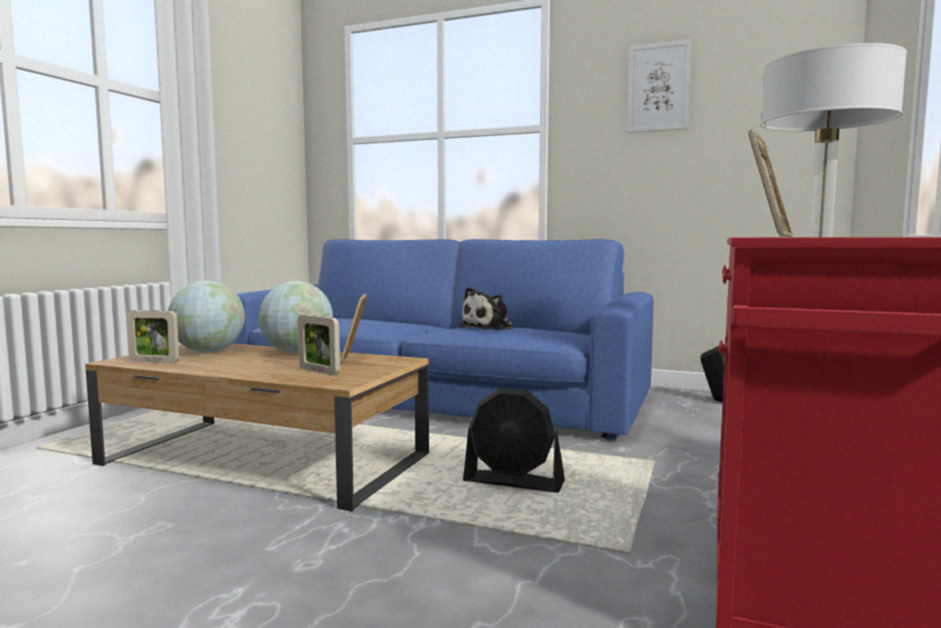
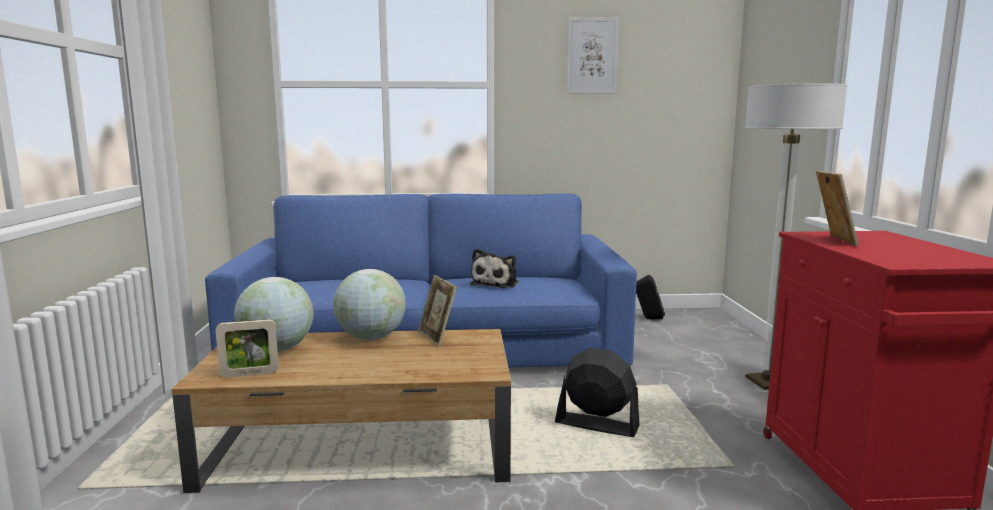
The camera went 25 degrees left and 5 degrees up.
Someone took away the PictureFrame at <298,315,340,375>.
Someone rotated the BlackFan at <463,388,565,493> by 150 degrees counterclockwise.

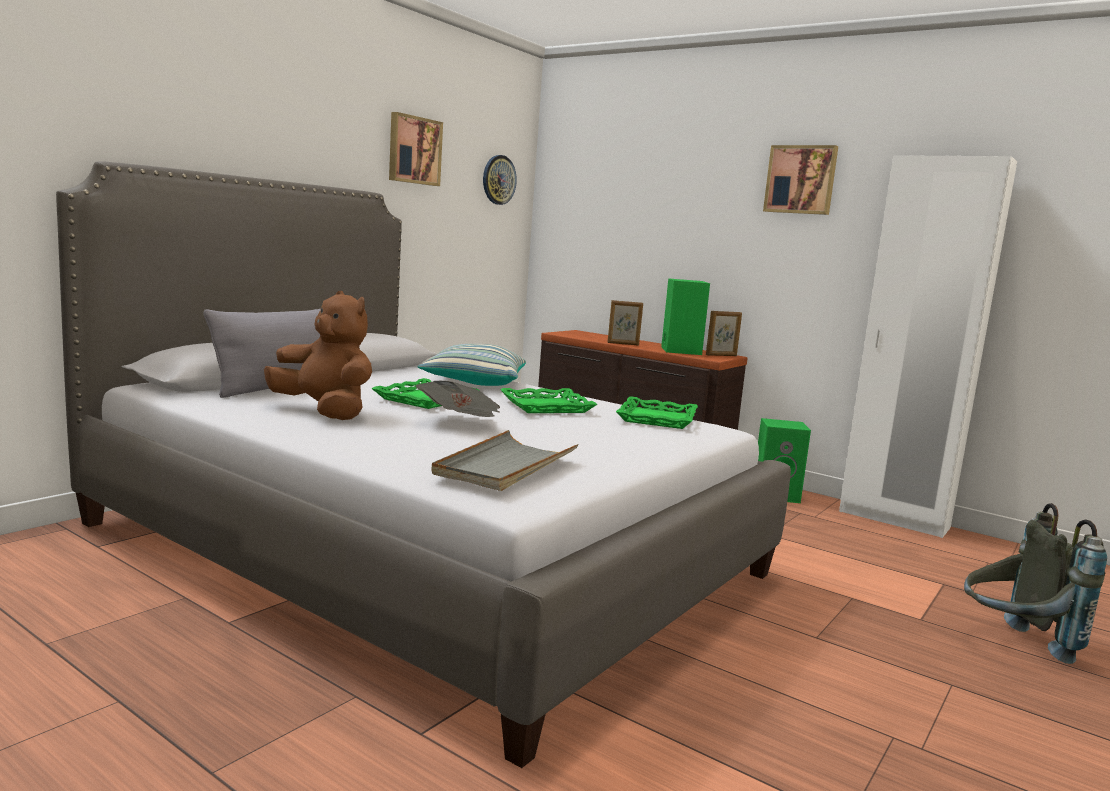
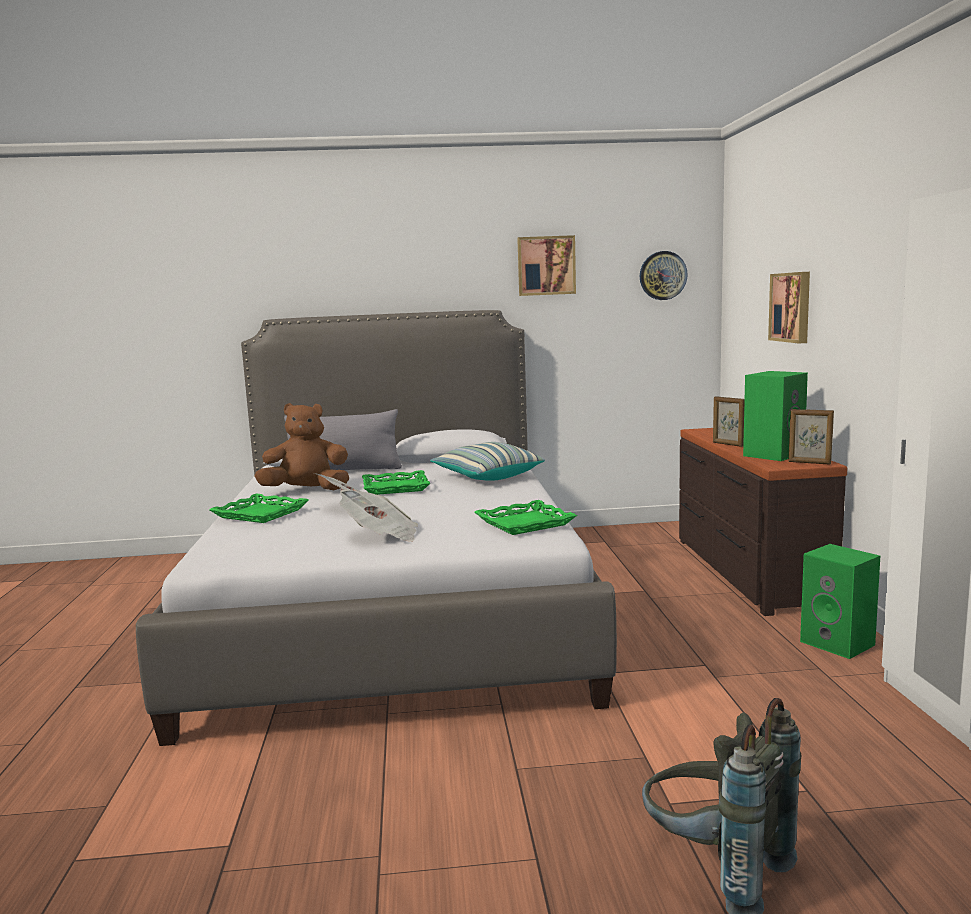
The camera went 50 degrees right and 0 degrees up.
Someone took away the GreyTray at <431,430,579,491>.
Someone put down the Newspaper at <340,490,418,542>.
Someone carried the GreenTray from <500,388,597,413> to <209,494,309,523>.
Someone carried the Picture from <763,145,838,215> to <768,272,810,343>.
Someone rotated the BrownPlushToy at <264,291,372,420> by 90 degrees counterclockwise.

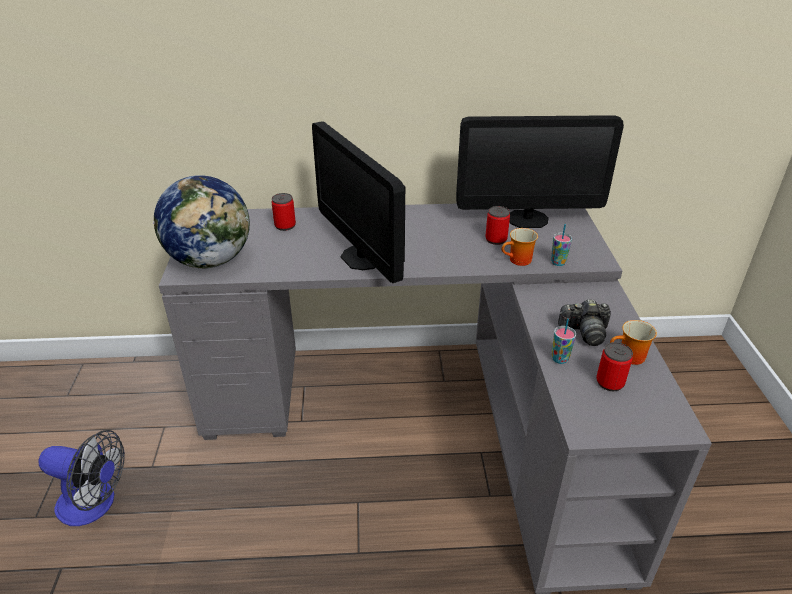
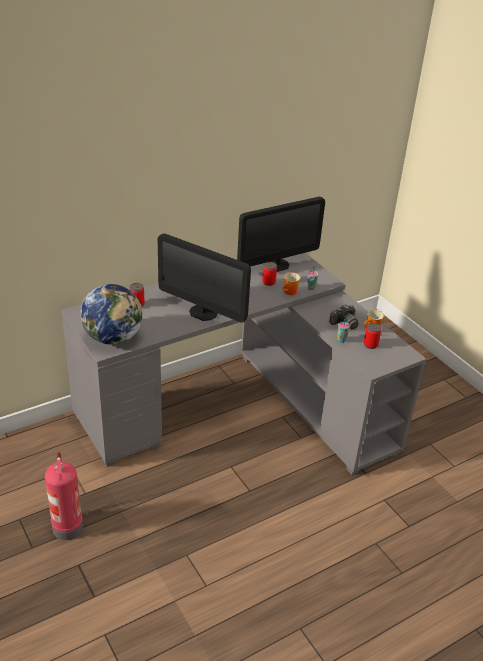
The camera went 30 degrees left and 0 degrees up.
Someone swapped the Fan at <38,430,125,526> for the FireExtinguisher at <45,452,83,540>.

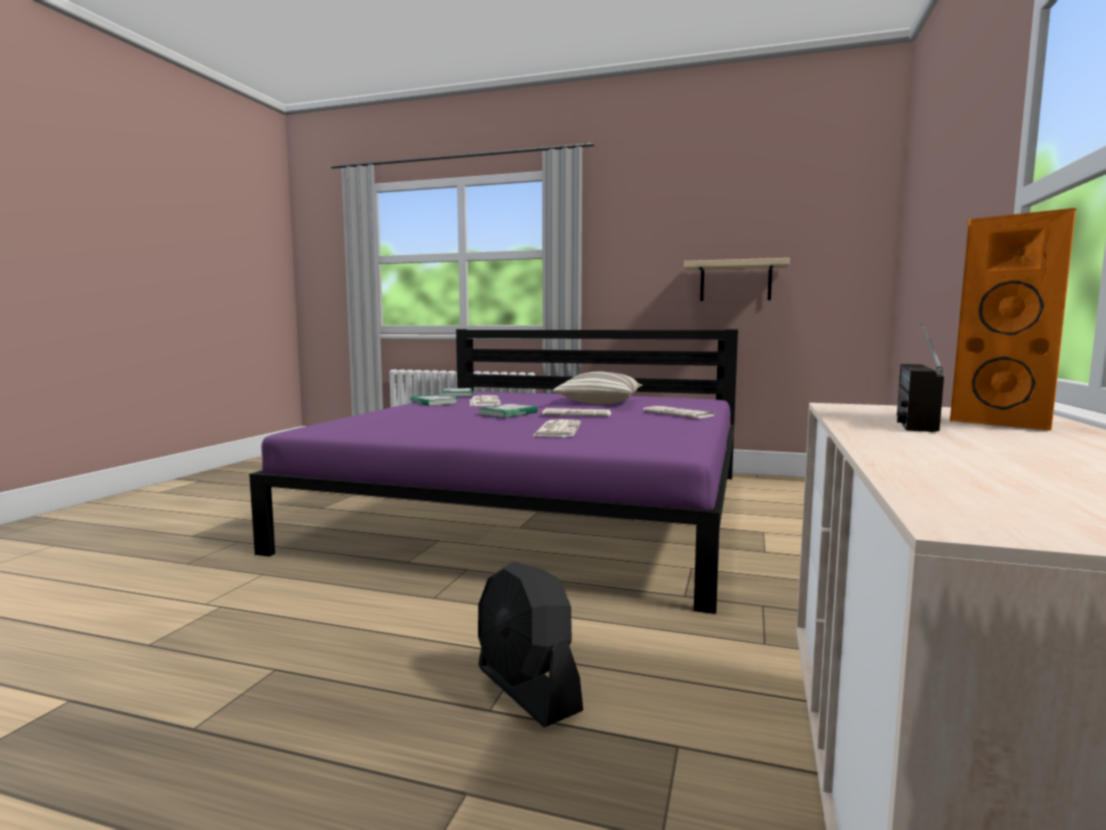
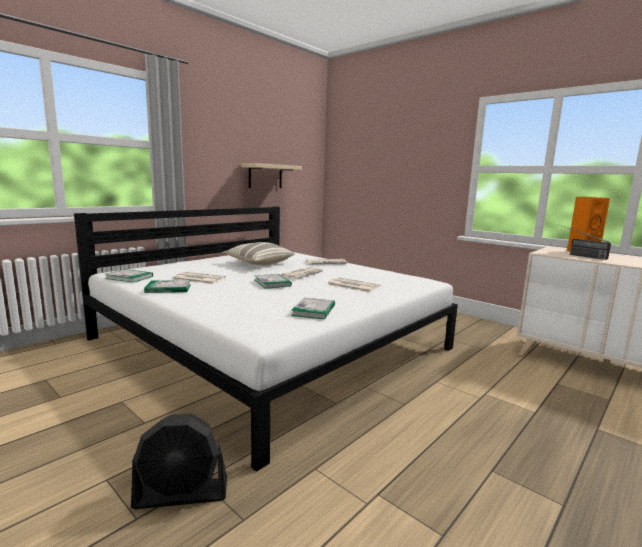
The camera went 65 degrees left and 5 degrees up.
Someone put down the Book at <291,298,335,320>.
Someone carried the BlackFan from <478,561,583,727> to <131,413,227,509>.
Someone repainted the PurpleBed at <249,329,738,614>, which became the WhiteBed at <74,207,458,472>.

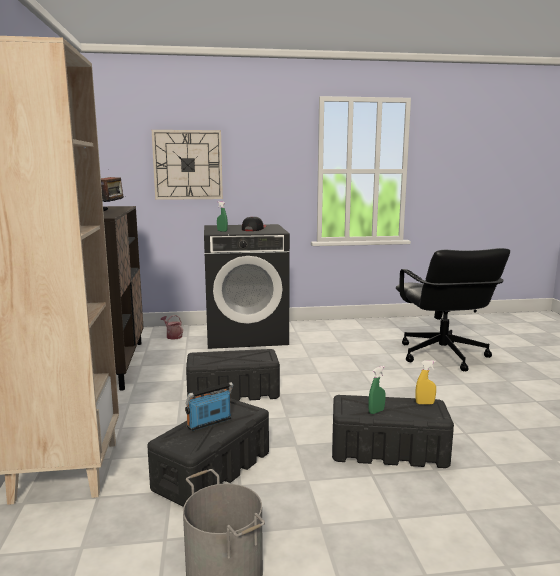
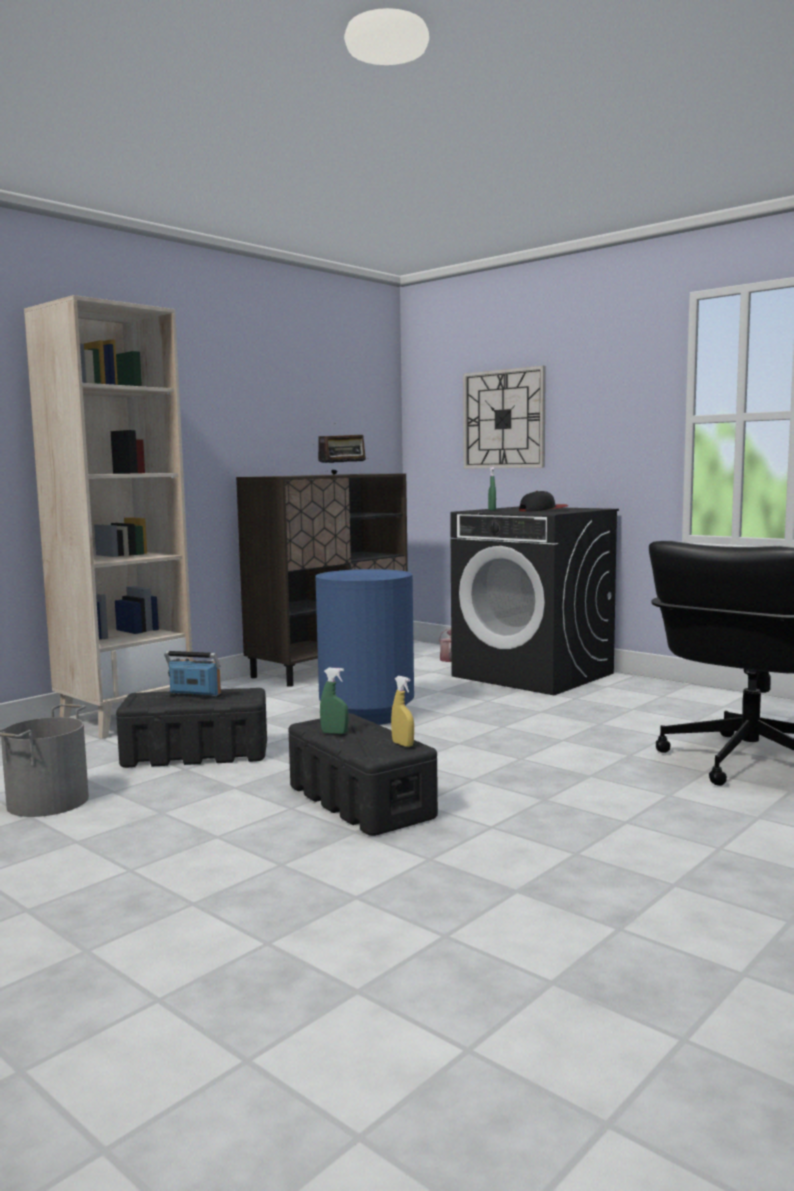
The camera went 50 degrees right and 5 degrees down.
Someone swapped the BlackStorageBox at <186,349,280,401> for the BlueTrashCan at <315,569,414,725>.

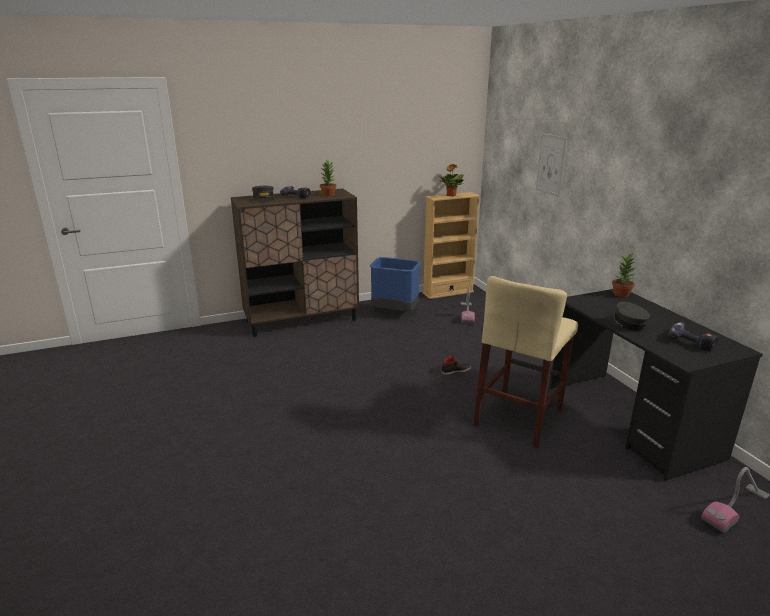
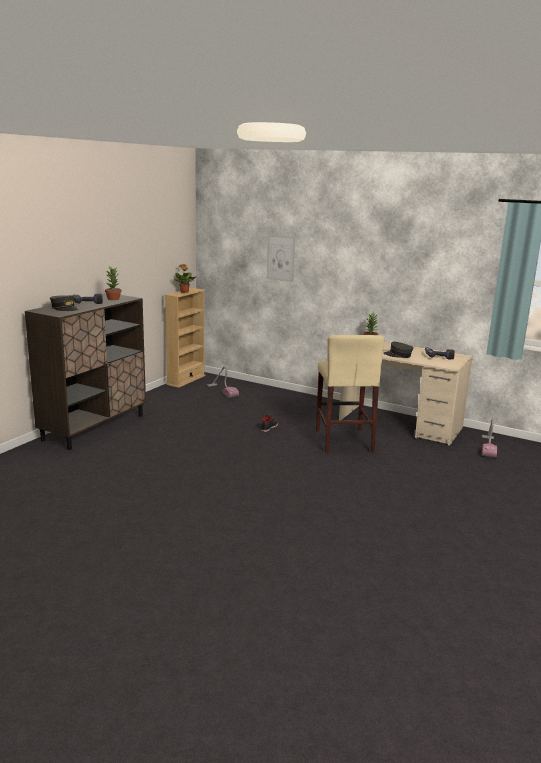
The camera went 40 degrees left and 5 degrees down.
Someone took away the BlueTrashCan at <370,257,421,311>.
Someone repainted the BlackDesk at <550,289,763,481>, which became the BeigeDesk at <339,342,473,446>.

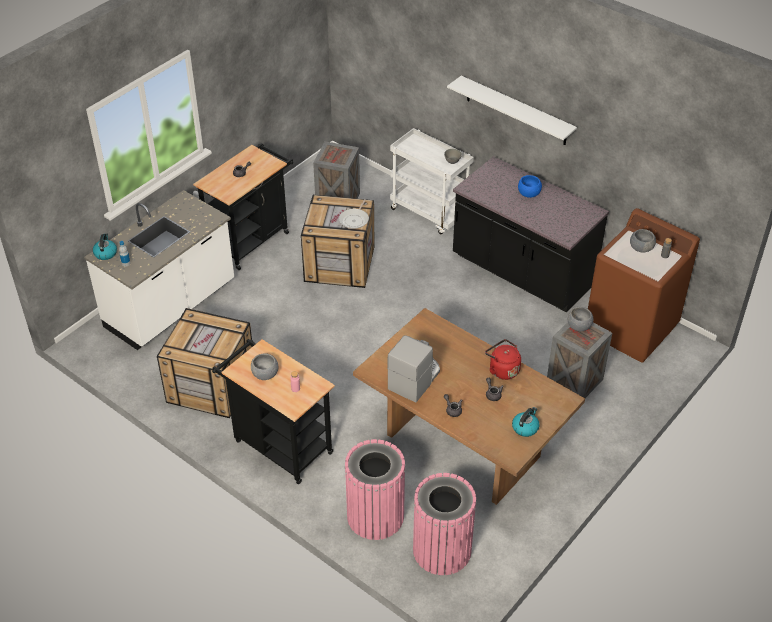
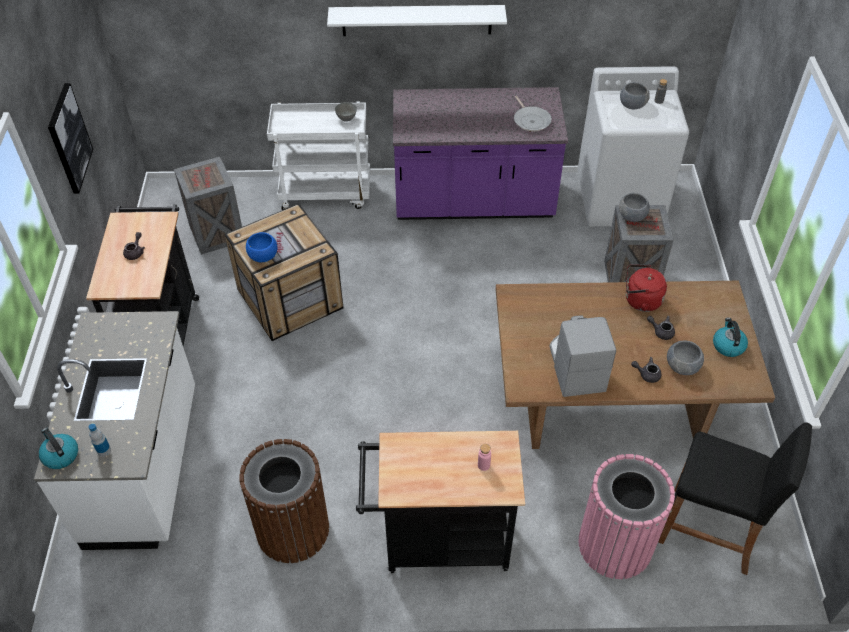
The camera went 40 degrees left and 5 degrees up.
Someone put up the Picture at <48,83,93,193>.
Someone carried the GreyBowl from <251,353,278,380> to <667,341,704,375>.
Someone carried the FryingPan from <339,199,369,229> to <514,96,552,132>.
Someone carried the BlueBowl from <518,175,542,198> to <246,232,277,262>.
Someone swapped the Crate at <157,308,252,418> for the BrownTrashCan at <239,439,329,563>.
Someone swapped the PinkTrashCan at <413,473,477,575> for the BlackStool at <658,422,812,575>.
Someone repainted the BlackCounter at <453,156,609,312>, which became the PurpleCounter at <393,87,568,220>.
Someone repainted the BrownWashingMachine at <588,208,700,363>, which became the WhiteWashingMachine at <577,66,689,226>.

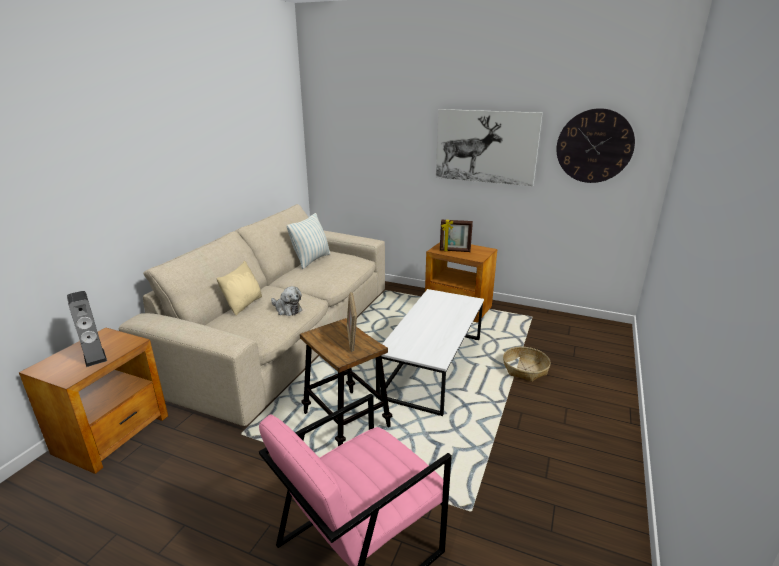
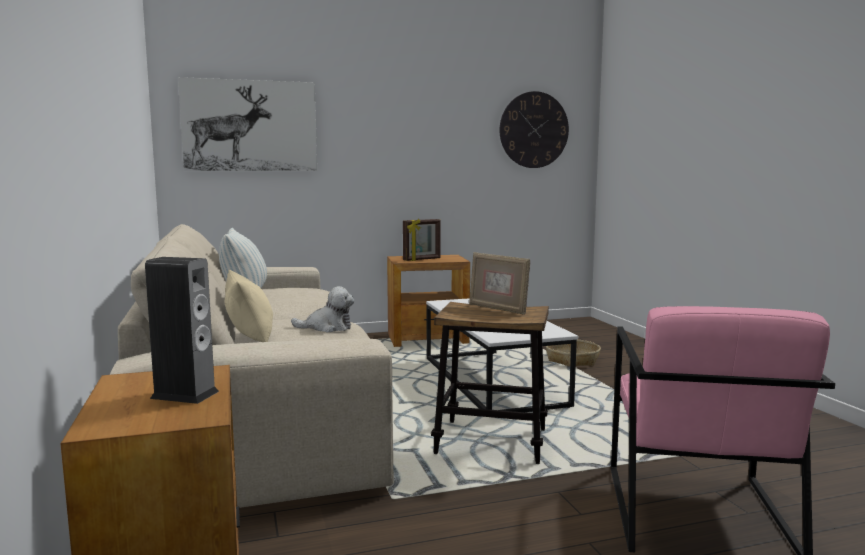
The camera went 40 degrees left and 15 degrees down.
Someone carried the Picture from <436,109,543,186> to <178,77,317,171>.

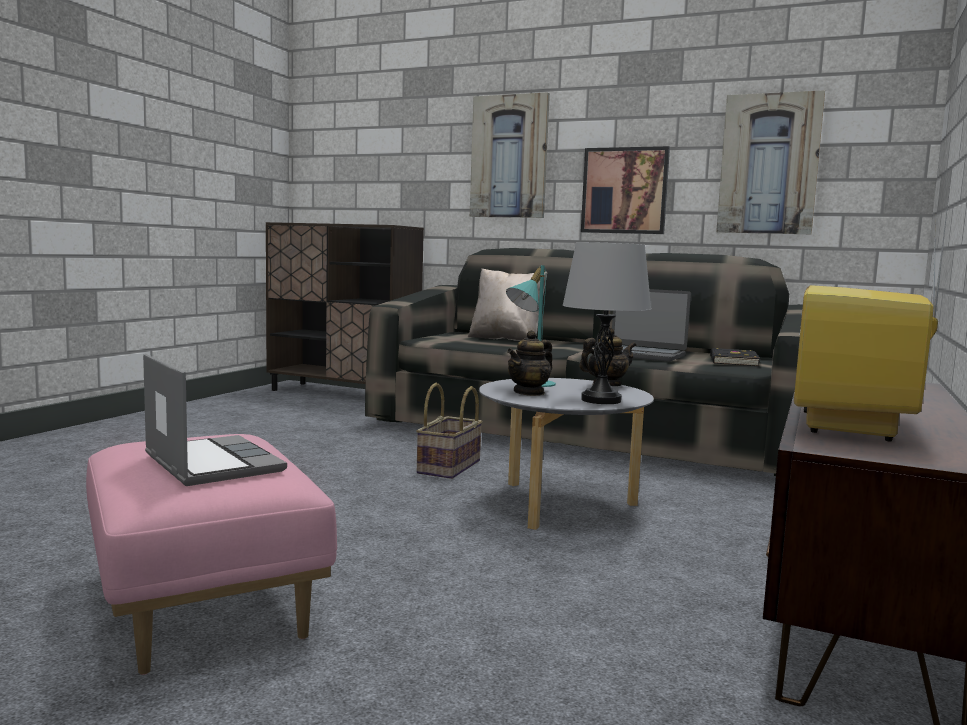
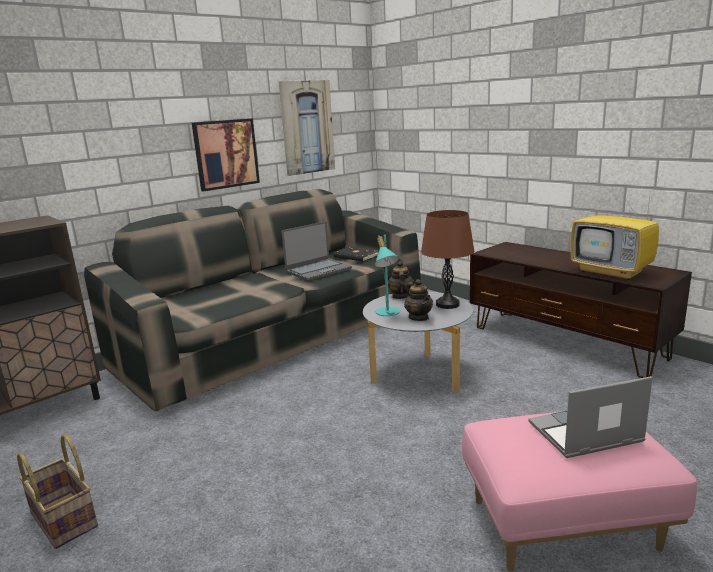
The camera went 65 degrees left and 10 degrees up.
Someone took away the BeigePillow at <468,268,548,341>.
Someone took away the Picture at <470,92,550,218>.
Someone carried the Basket from <416,383,483,479> to <17,434,98,549>.
Someone repainted the GreyTableLamp at <563,242,651,404>, which became the BrownTableLamp at <421,210,475,309>.

